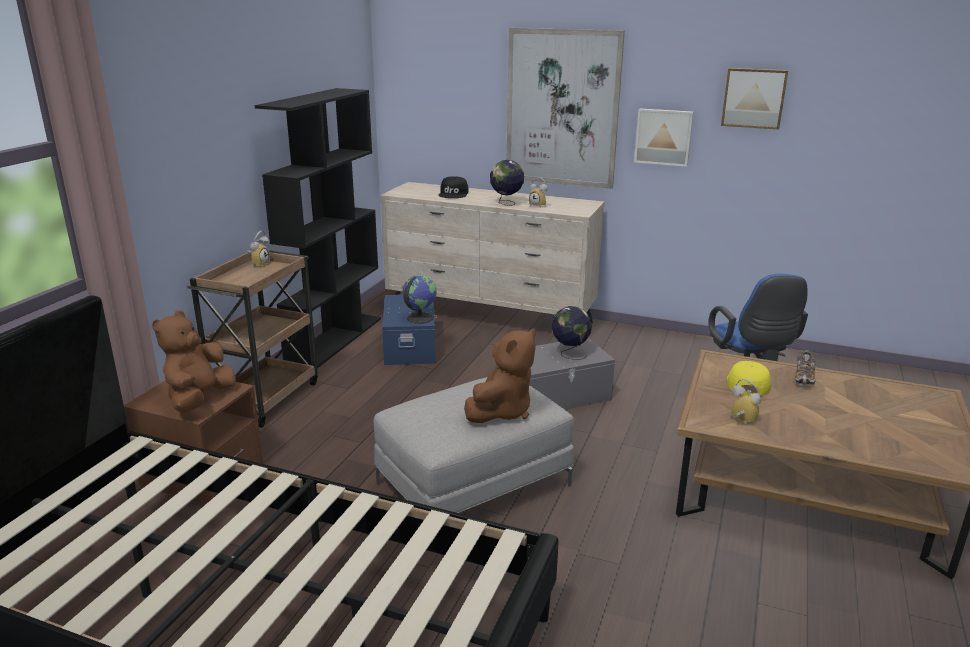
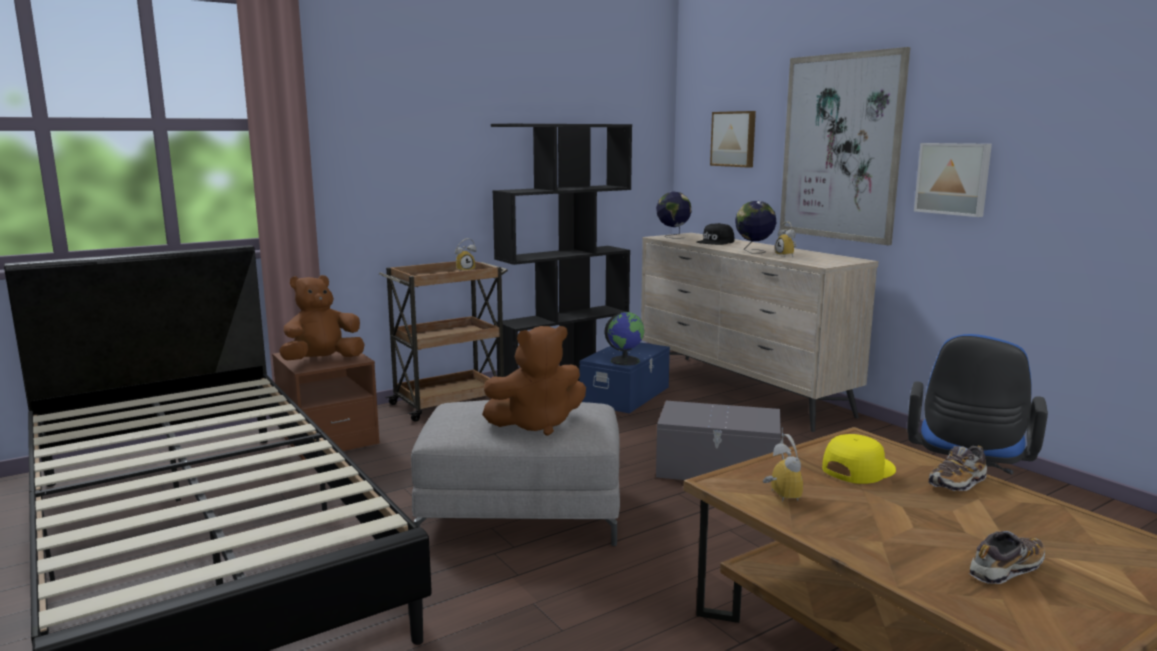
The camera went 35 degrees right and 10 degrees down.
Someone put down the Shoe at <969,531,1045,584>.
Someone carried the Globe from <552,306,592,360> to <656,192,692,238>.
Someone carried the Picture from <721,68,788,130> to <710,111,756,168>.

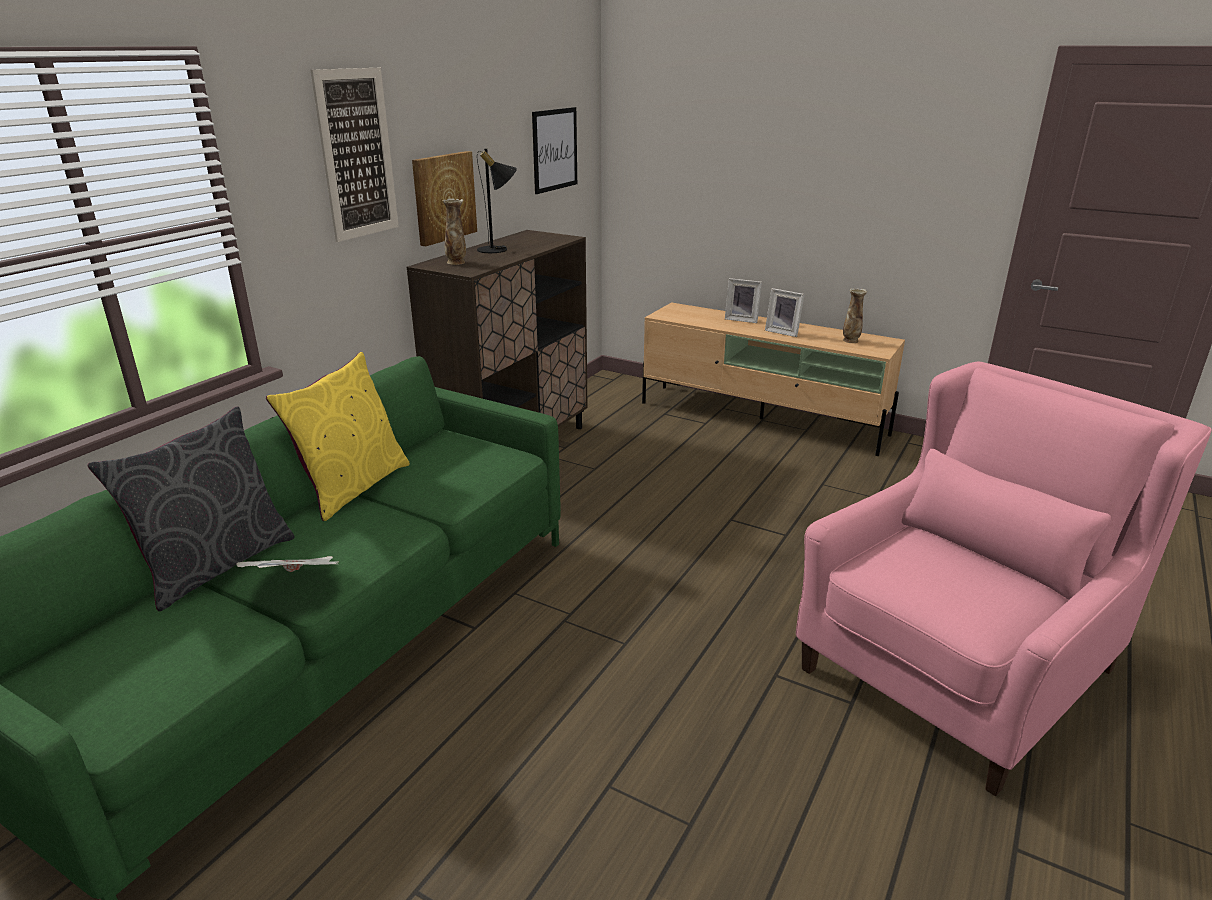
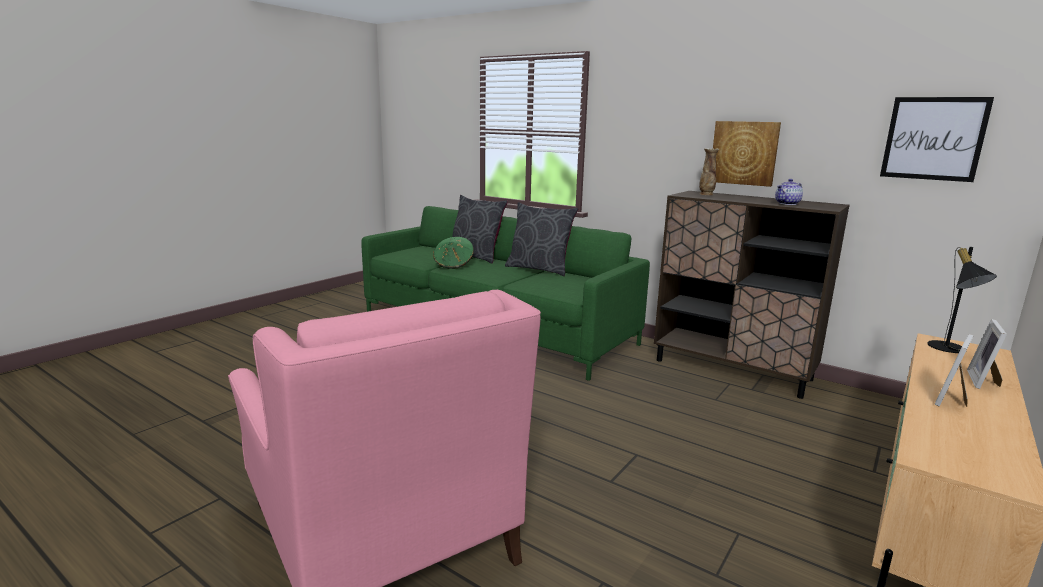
The camera went 95 degrees right and 10 degrees down.
Someone took away the Picture at <311,68,399,242>.
Someone took away the Vase at <843,288,867,343>.
Someone put down the Teapot at <775,179,803,205>.
Someone carried the BlackTableLamp from <477,148,517,253> to <928,247,997,353>.
Someone swapped the Newspaper at <236,556,337,572> for the GreenHat at <433,237,474,269>.
Someone repainted the YellowPillow at <266,352,410,521>, which became the GreyPillow at <505,202,578,276>.

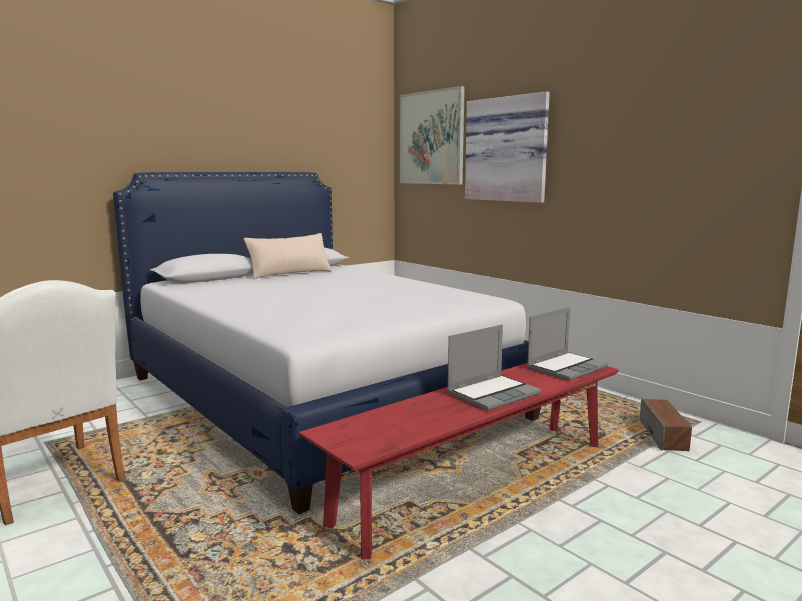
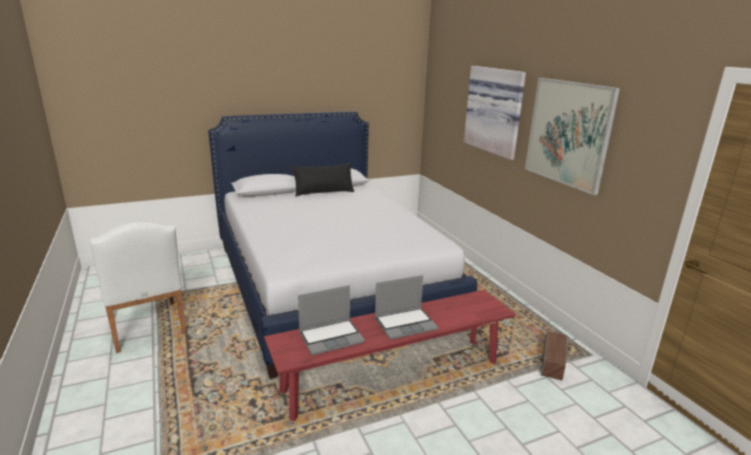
The camera went 15 degrees right and 10 degrees up.
Someone carried the Picture from <400,86,465,184> to <525,78,620,195>.
Someone carried the Laptop from <527,307,609,381> to <298,285,365,355>.
Someone repainted the BeigePillow at <244,233,332,279>, which became the BlackPillow at <292,163,354,196>.

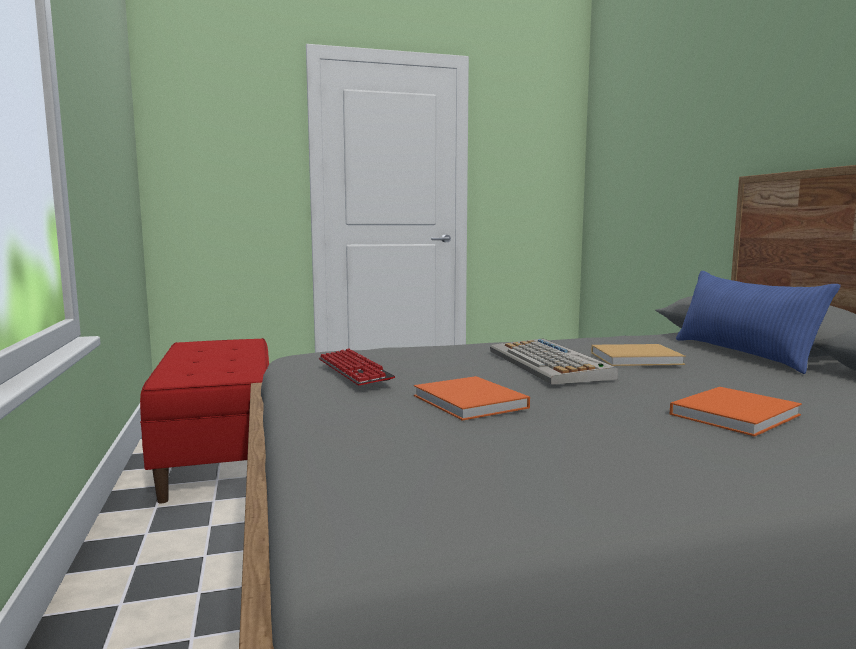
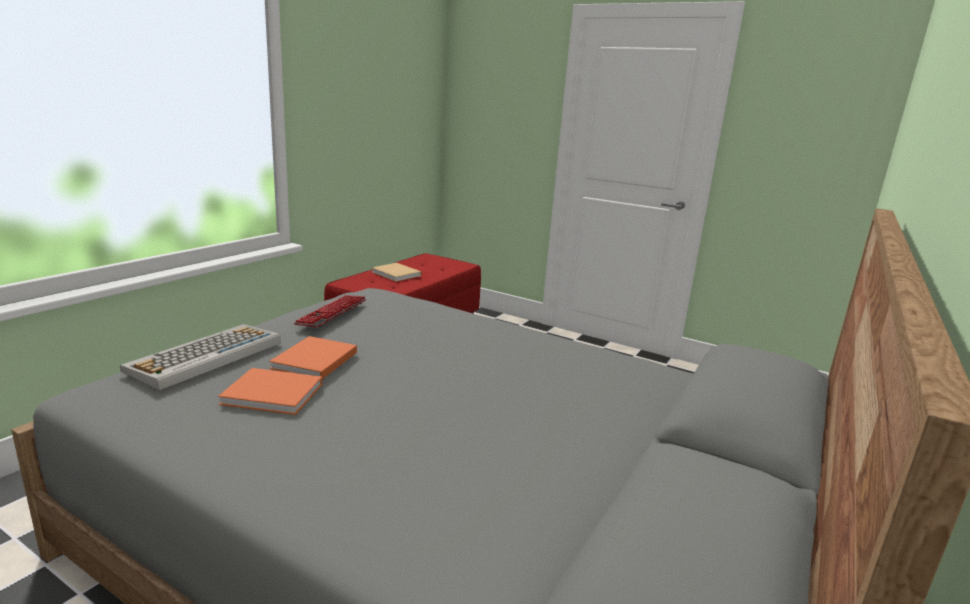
The camera went 45 degrees right and 10 degrees up.
Someone took away the BluePillow at <676,271,841,374>.
Someone carried the Keyboard from <490,339,618,384> to <120,324,281,390>.
Someone carried the BeigeBook from <591,344,686,366> to <371,263,421,282>.
Someone carried the OrangeBook from <669,387,802,437> to <218,368,322,415>.

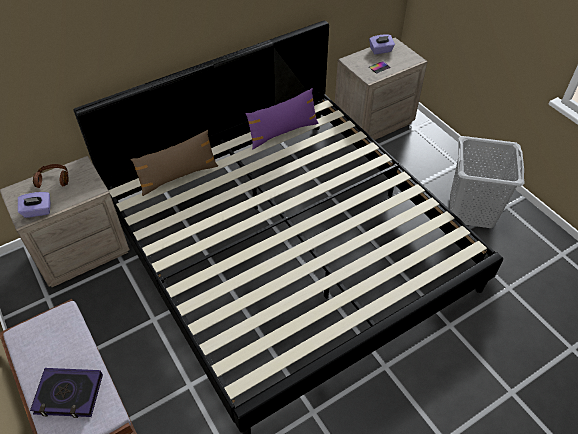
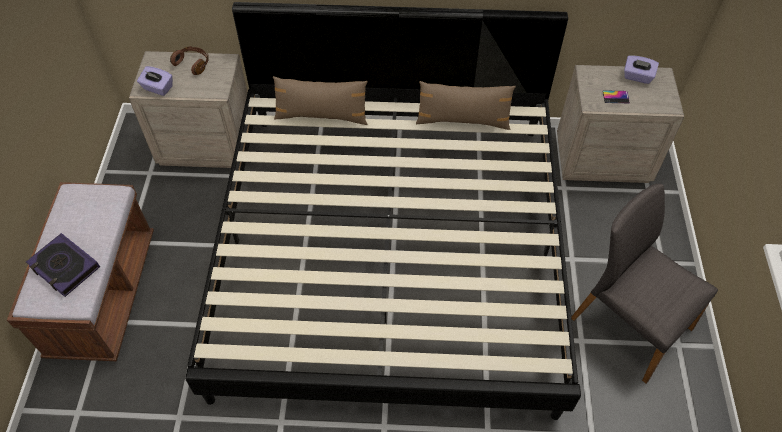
The camera went 35 degrees right and 5 degrees up.
Someone swapped the GreyLaundryBasket at <450,136,525,228> for the GreyChair at <571,184,718,384>.
Someone repainted the PurplePillow at <245,88,319,149>, which became the BrownPillow at <416,81,516,130>.

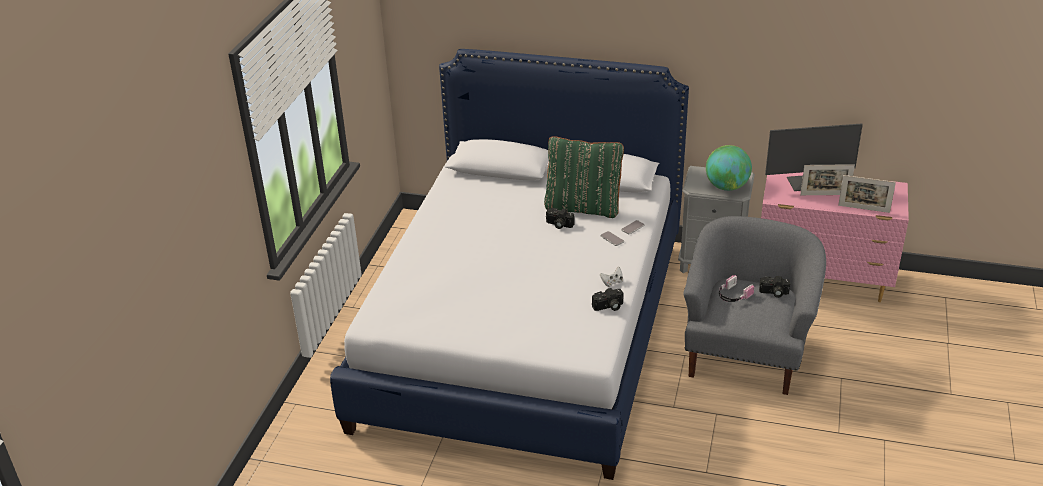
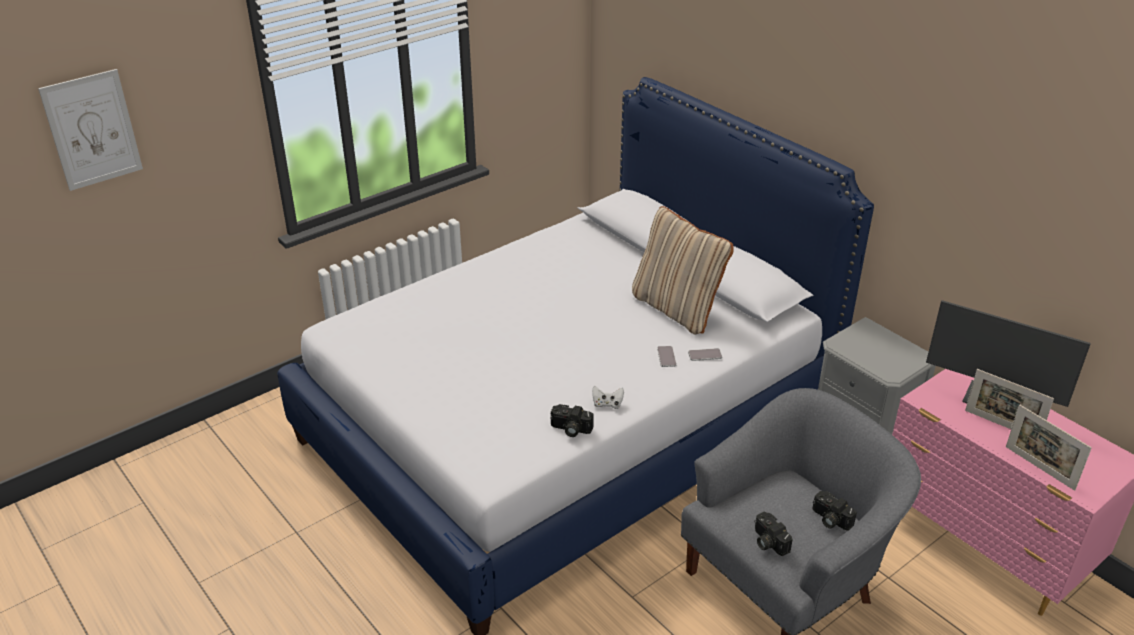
The camera went 35 degrees right and 0 degrees up.
Someone took away the Globe at <706,145,752,191>.
Someone took away the Headphones at <719,275,754,302>.
Someone put up the Picture at <38,69,143,191>.
Someone carried the PhotoCamera from <546,208,575,229> to <754,512,793,556>.
Someone repainted the GreenPillow at <544,136,624,218>, which became the BeigePillow at <632,206,734,335>.

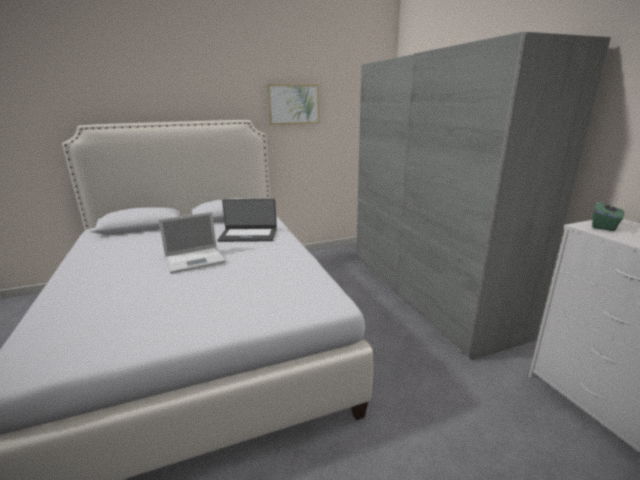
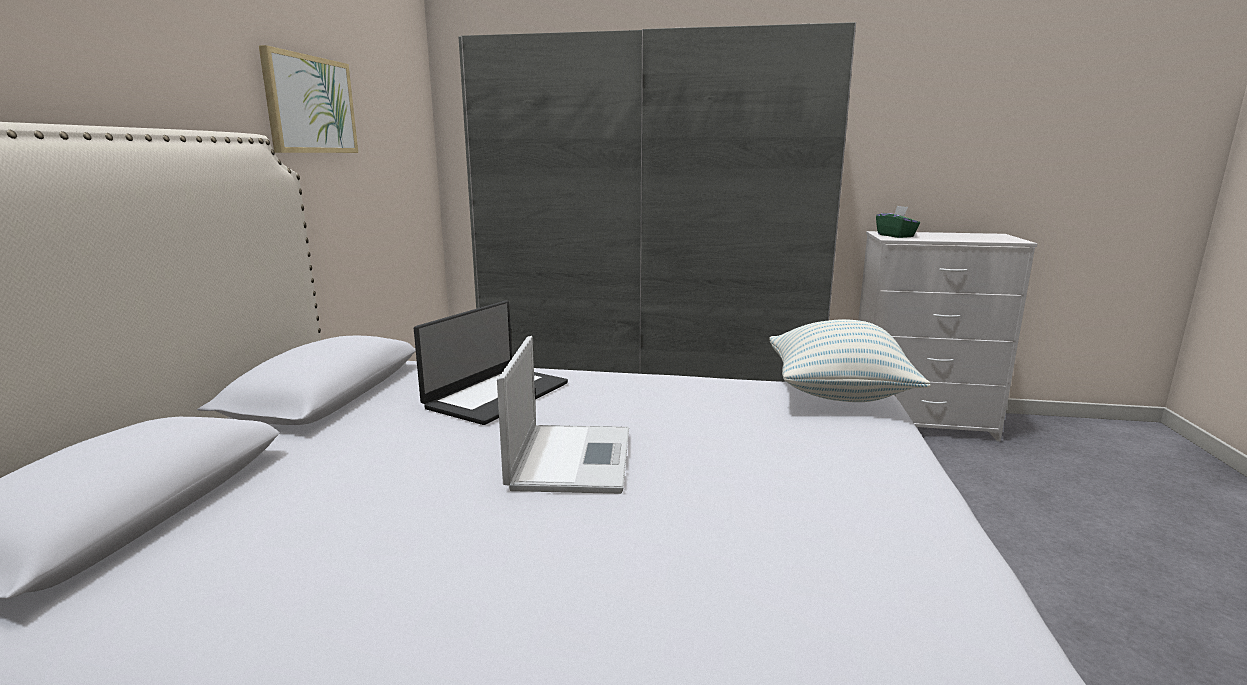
The camera went 60 degrees left and 5 degrees down.
Someone put down the Pillow at <769,319,930,402>.

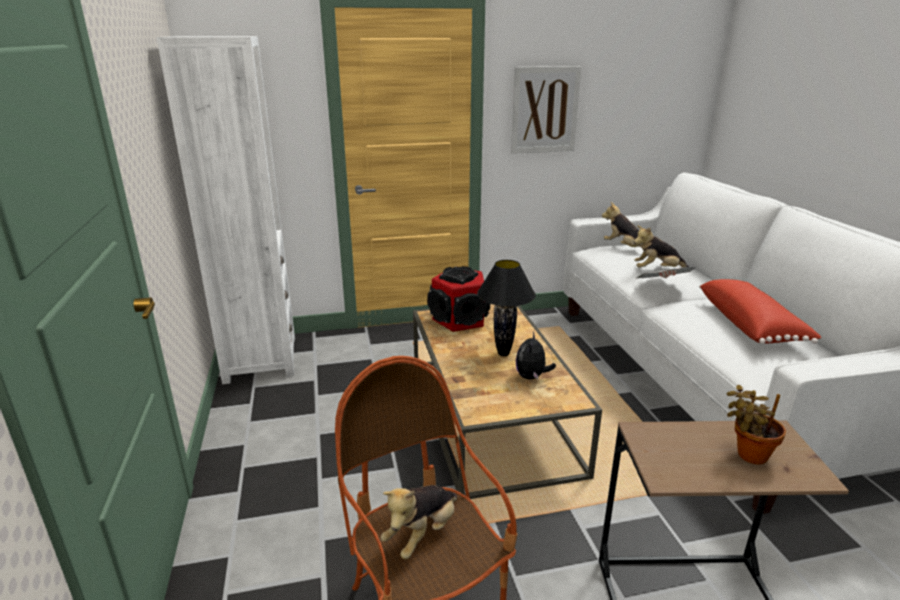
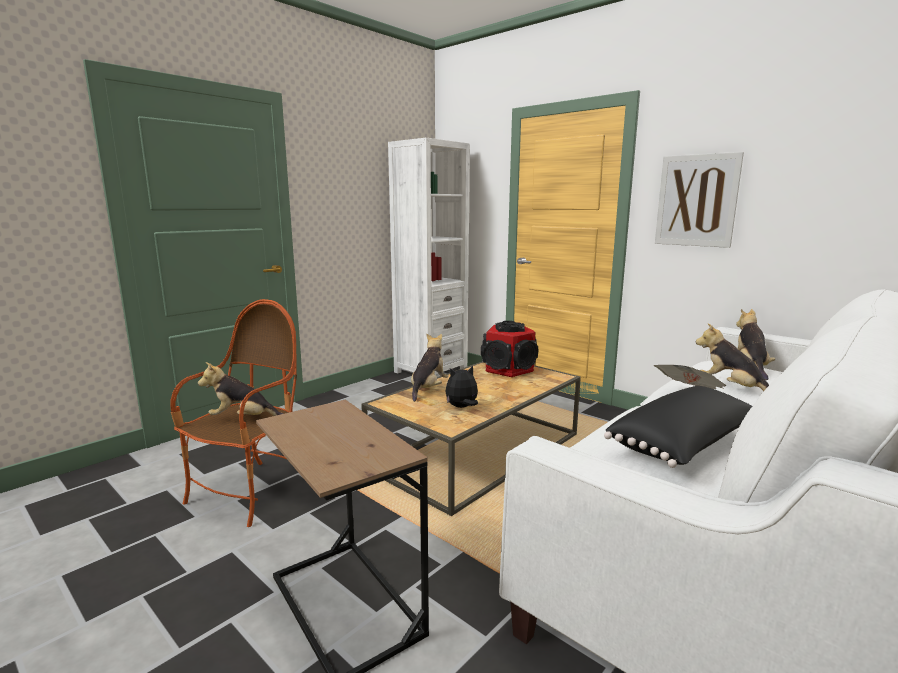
The camera went 55 degrees right and 10 degrees down.
Someone took away the BlackTableLamp at <477,260,536,356>.
Someone took away the PottedPlant at <727,385,786,465>.
Someone put down the PlushToy at <411,334,448,402>.
Someone repainted the RedPillow at <699,279,821,344>, which became the BlackPillow at <604,386,752,468>.

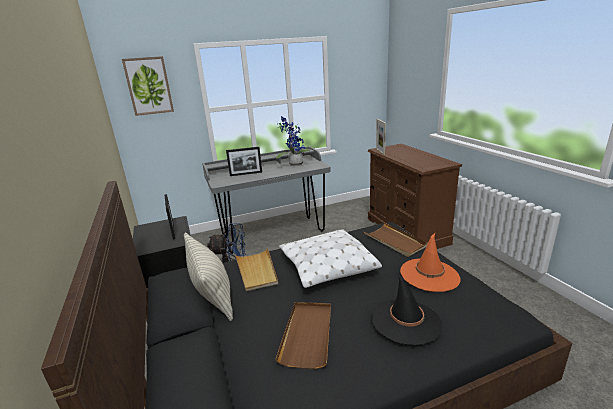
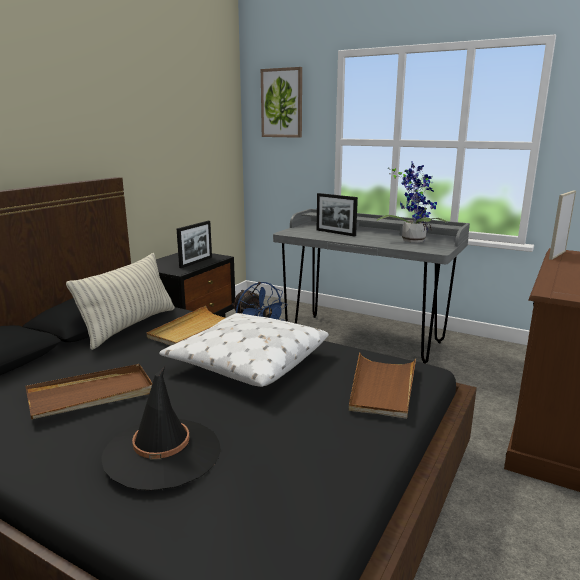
The camera went 50 degrees right and 5 degrees down.
Someone took away the OrangeHat at <400,233,460,292>.

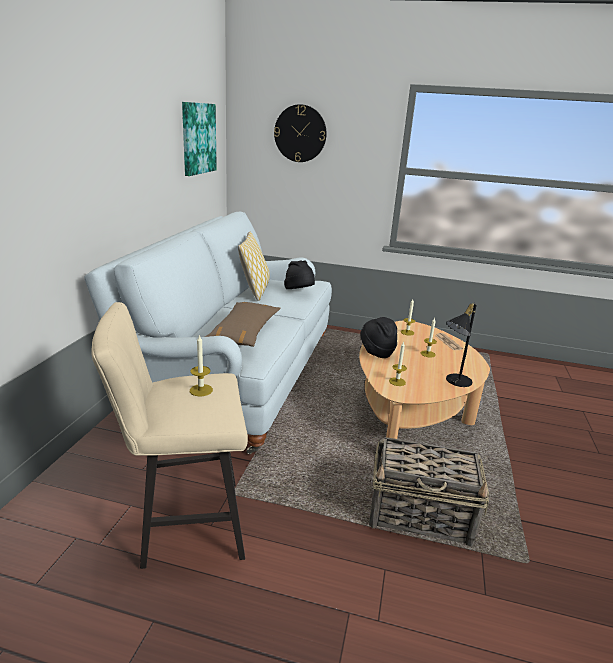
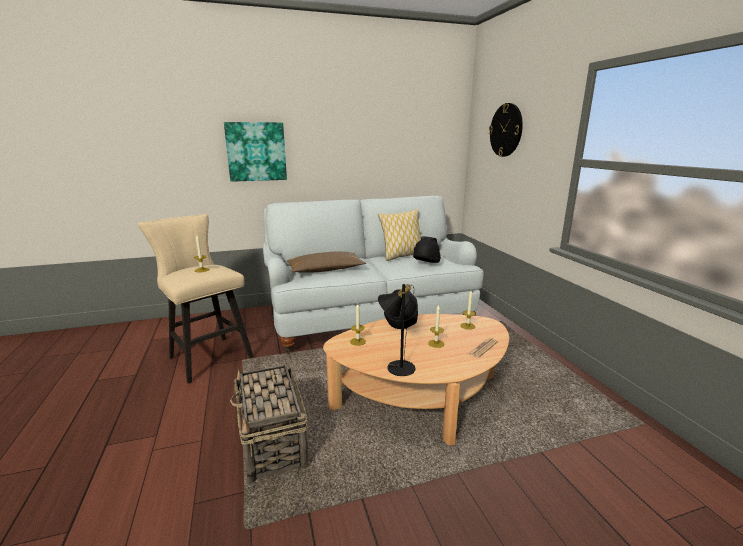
The camera went 60 degrees right and 5 degrees down.
Someone carried the Picture from <182,102,217,176> to <224,122,287,182>.

